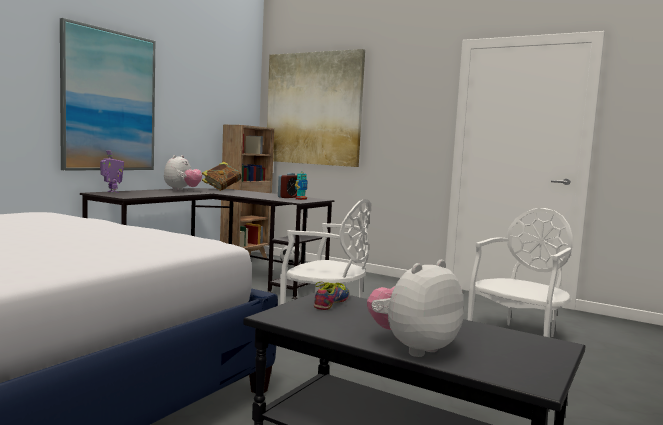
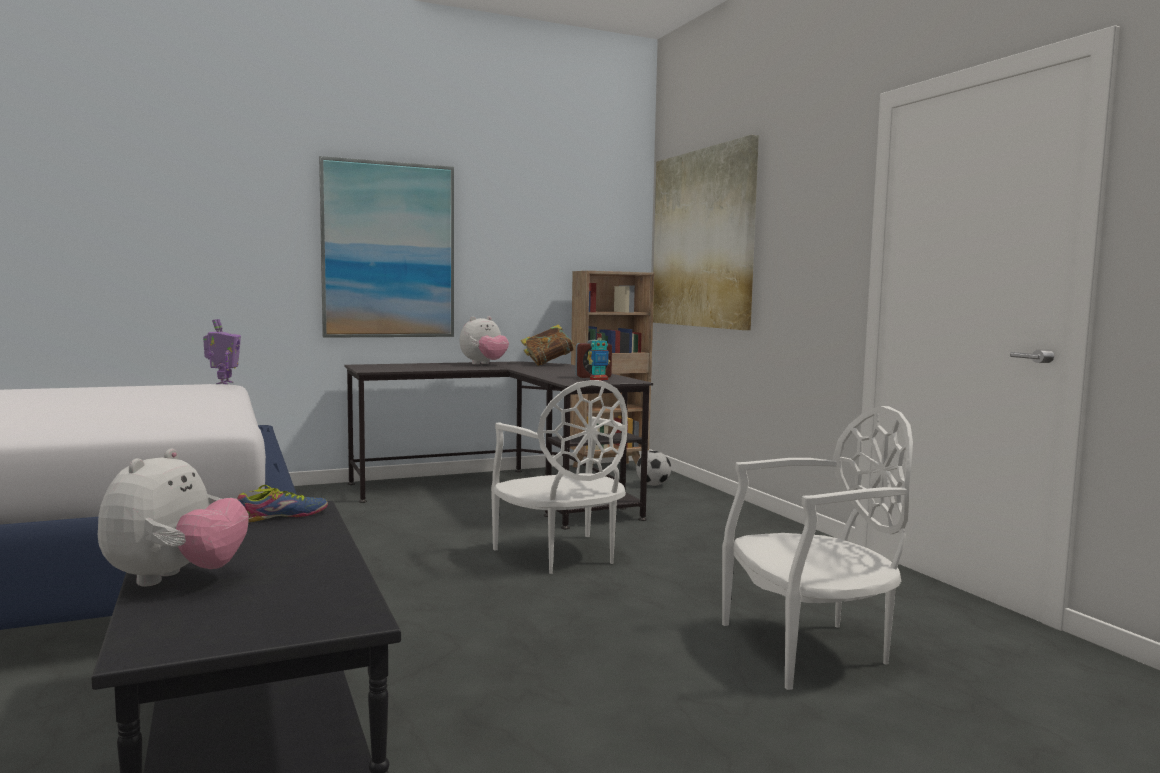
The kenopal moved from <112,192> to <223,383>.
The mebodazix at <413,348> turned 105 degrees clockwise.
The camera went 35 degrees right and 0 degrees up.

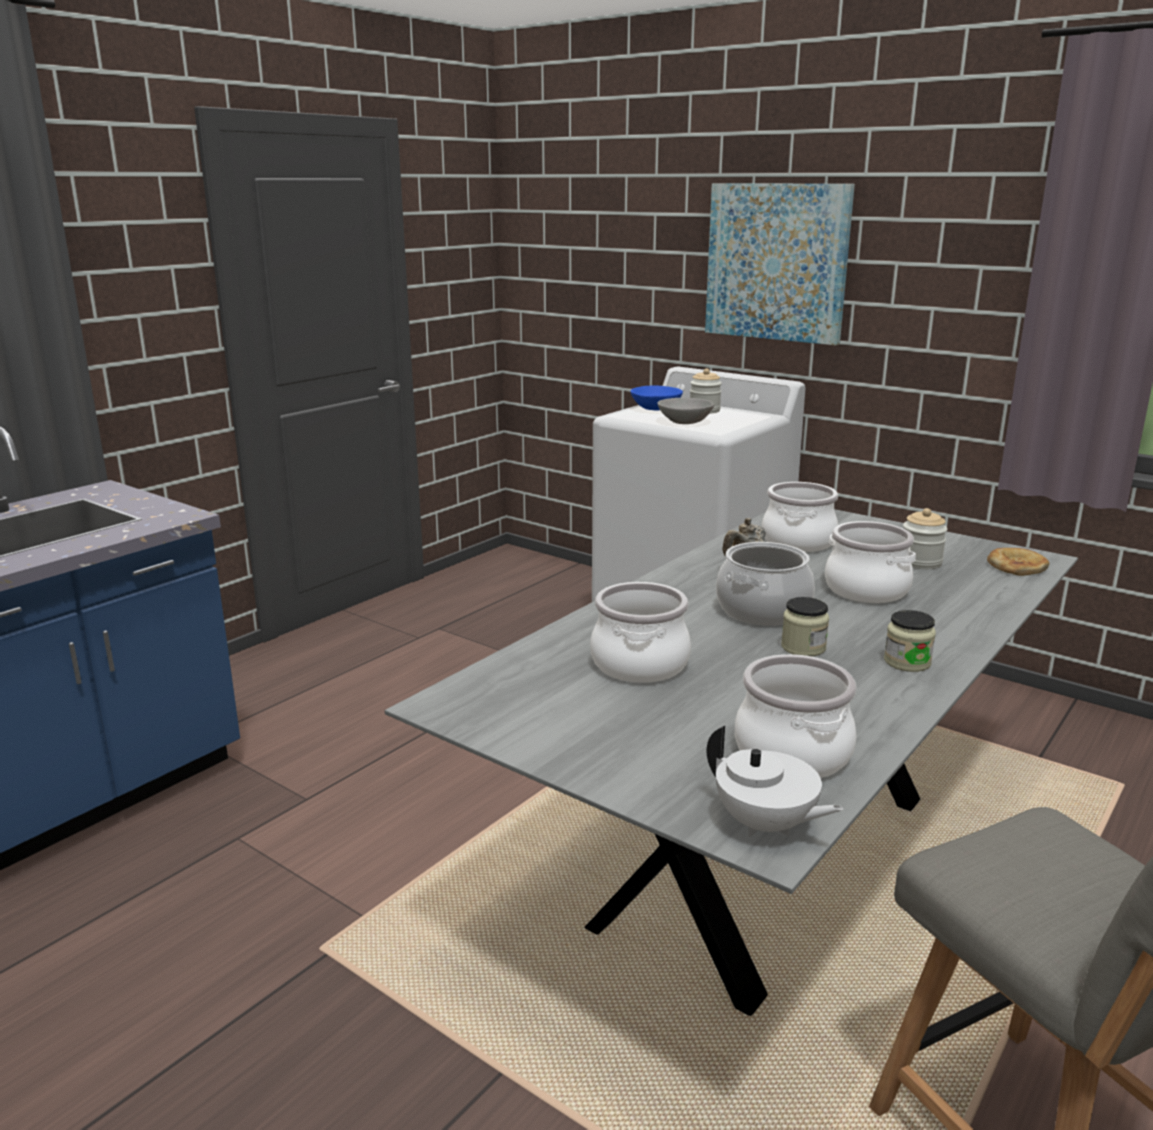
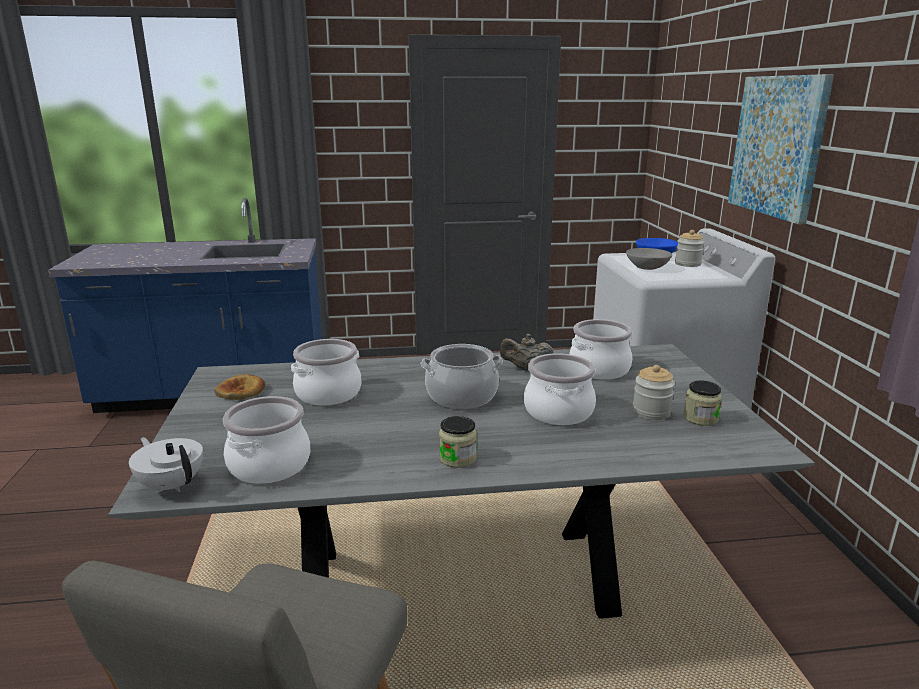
The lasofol moved from <803,647> to <700,418>.
The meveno moved from <1016,566> to <241,391>.
The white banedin at <765,825> turned 135 degrees clockwise.
The camera went 45 degrees right and 0 degrees up.

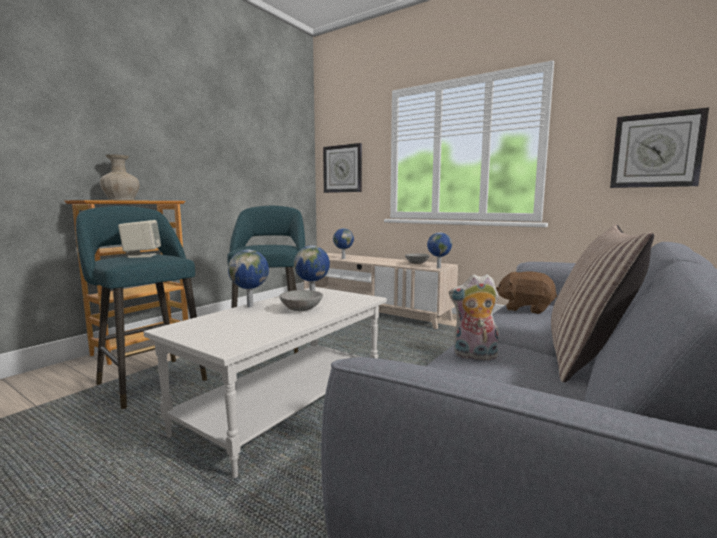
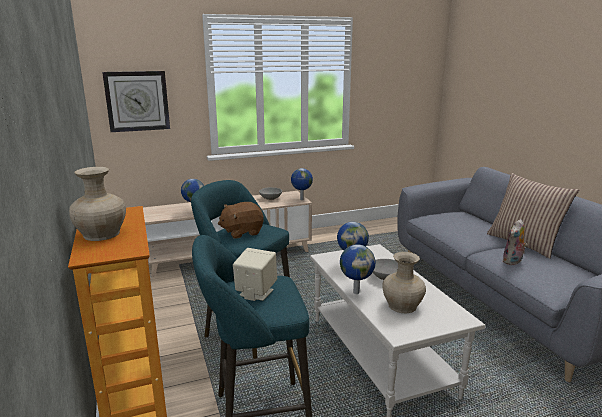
The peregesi at <656,150> disappeared.
The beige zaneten at <402,305> appeared.
The brown mebodazix moved from <525,308> to <242,232>.
The camera went 55 degrees left and 10 degrees up.

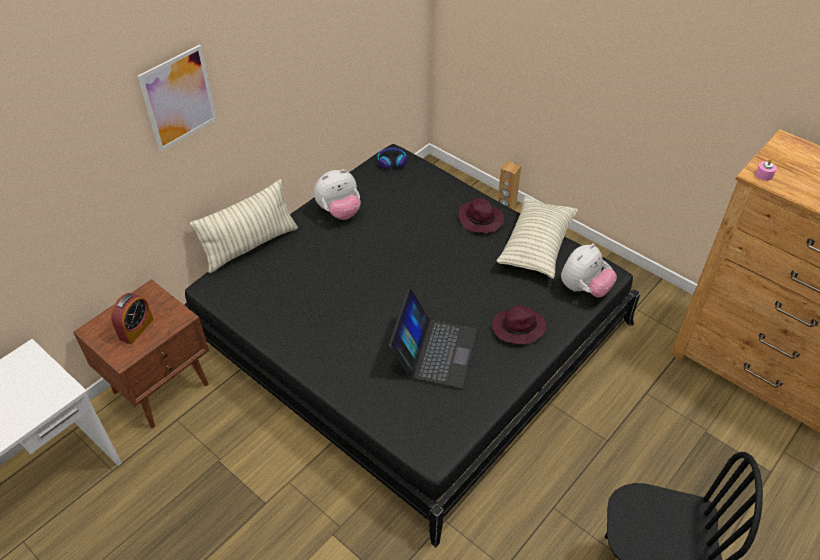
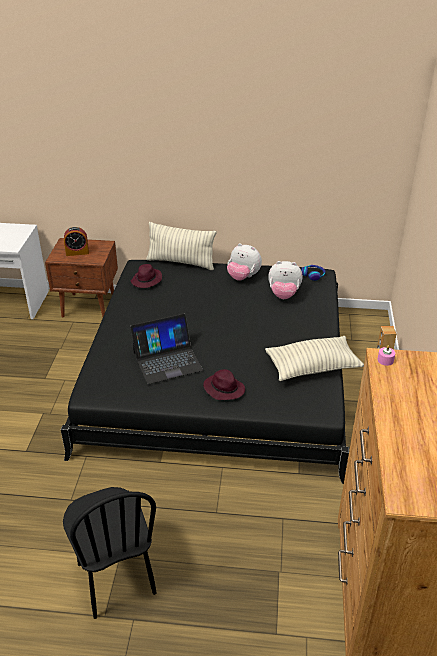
The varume at <179,98> disappeared.
The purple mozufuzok moved from <481,220> to <146,280>.
The mebodazix moved from <584,289> to <283,295>.
The camera went 55 degrees right and 10 degrees down.

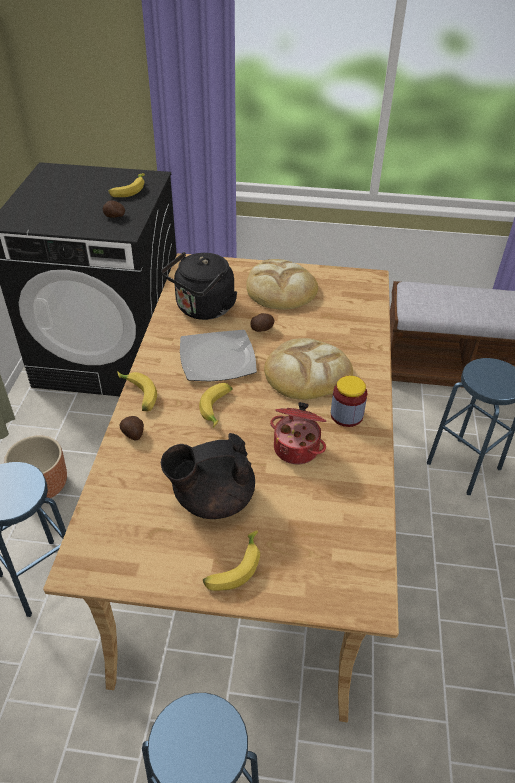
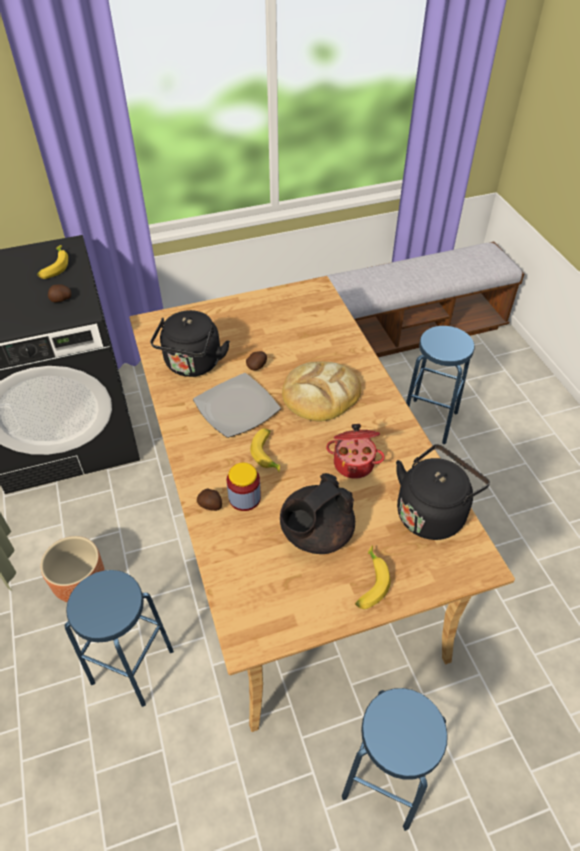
The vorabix at <137,395> disappeared.
The meveno at <280,289> disappeared.
The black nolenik at <432,512> appeared.
The lasofol moved from <346,415> to <244,498>.
The camera went 25 degrees left and 5 degrees up.

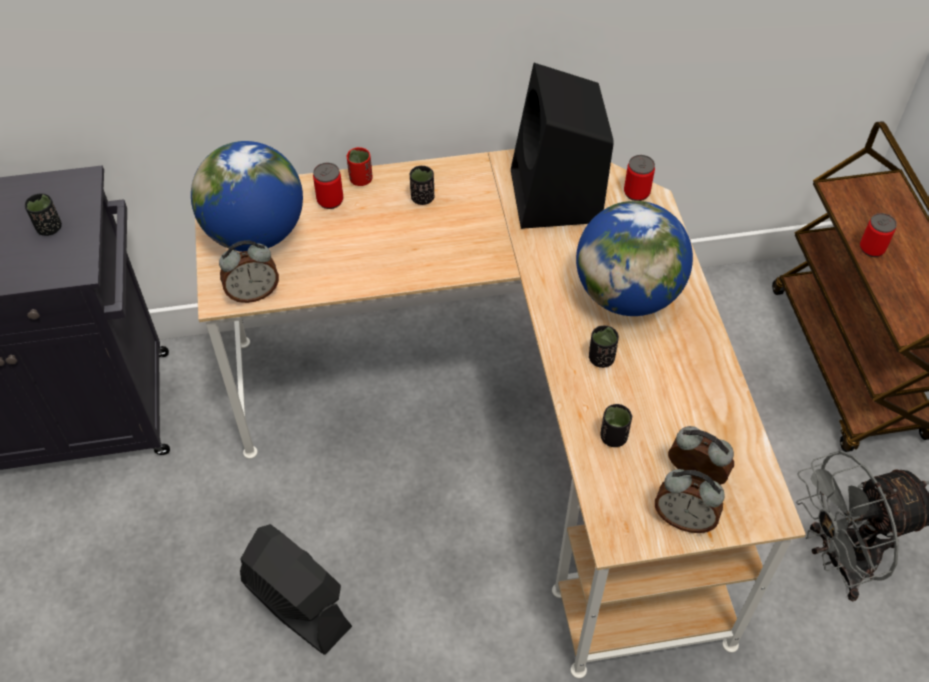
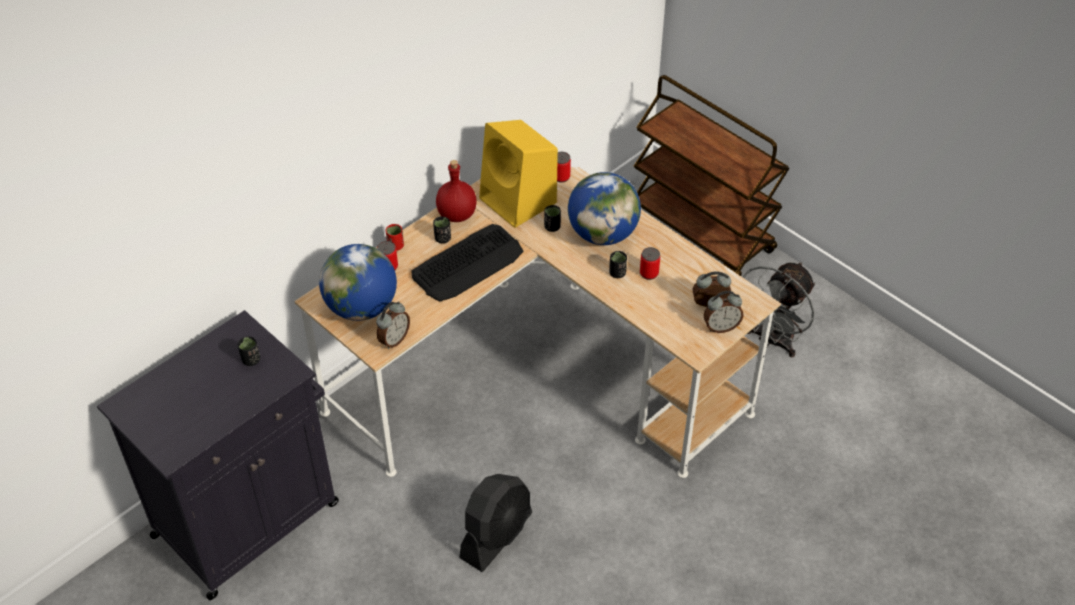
The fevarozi at <468,263> appeared.
The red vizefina at <457,214> appeared.
The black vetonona moved from <613,437> to <552,227>.
The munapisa moved from <872,248> to <649,273>.
The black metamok at <556,198> became the yellow metamok at <519,201>.
The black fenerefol at <296,604> turned 120 degrees clockwise.
The camera went 35 degrees left and 5 degrees down.

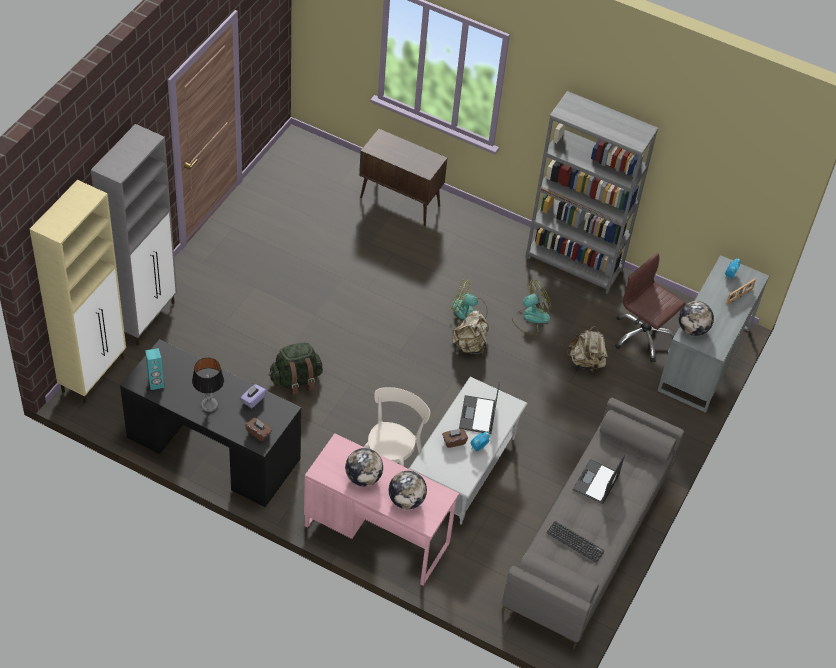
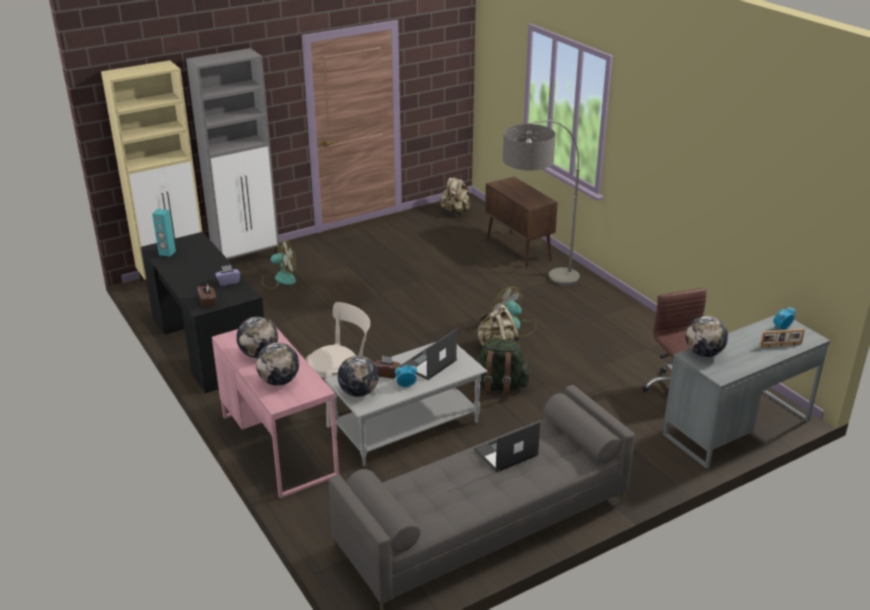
The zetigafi at <209,405> disappeared.
The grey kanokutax at <574,264> disappeared.
The fevarozi at <575,542> disappeared.
The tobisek at <358,392> appeared.
The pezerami at <535,289> appeared.
The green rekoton moved from <296,380> to <499,386>.
The fenerefol moved from <530,318> to <279,279>.
The beige rekoton moved from <586,362> to <455,212>.
The camera went 35 degrees right and 20 degrees down.

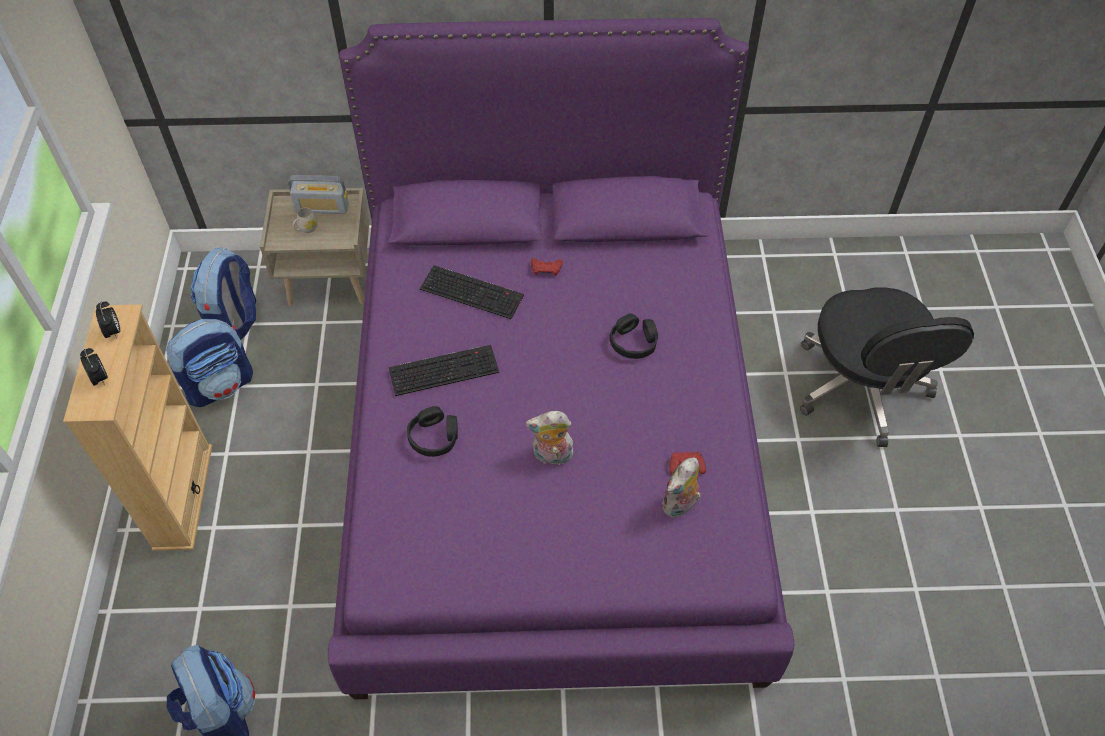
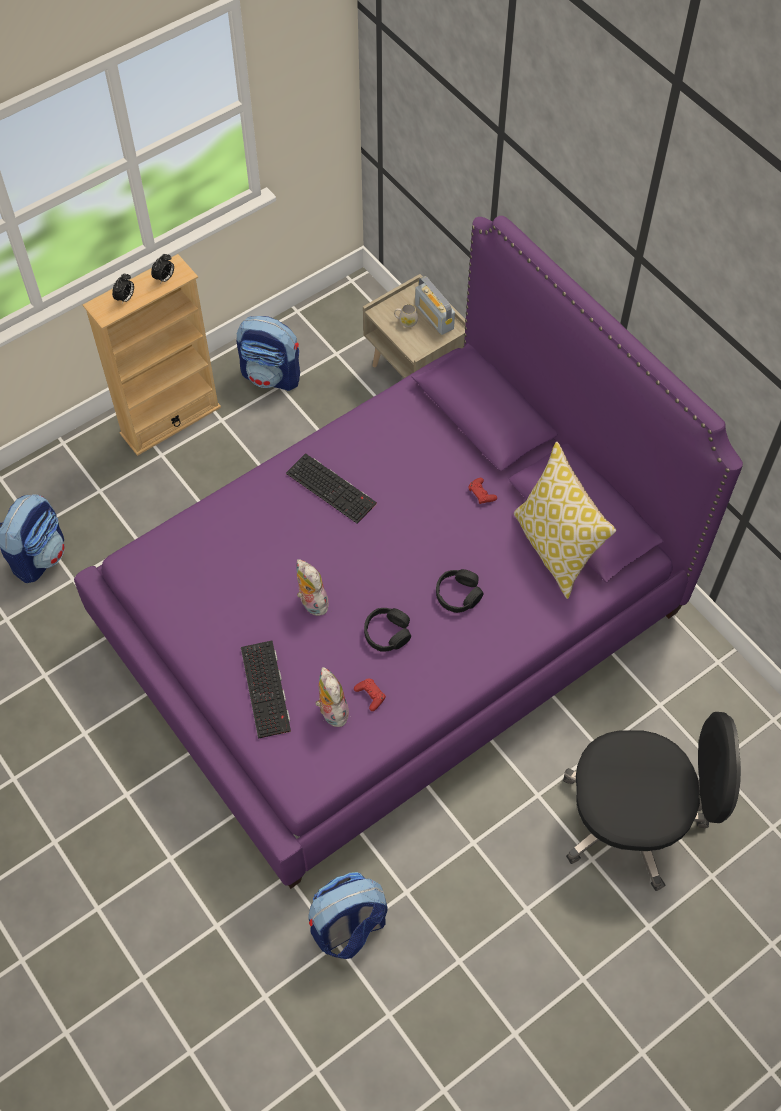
The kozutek at <556,549> appeared.
The rekoton moved from <235,322> to <348,928>.
The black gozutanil moved from <434,437> to <387,633>.
The fevarozi moved from <473,292> to <267,690>.
The mebodazix at <680,506> turned 60 degrees clockwise.
The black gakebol at <861,389> turned 135 degrees counterclockwise.
The camera went 55 degrees right and 5 degrees up.

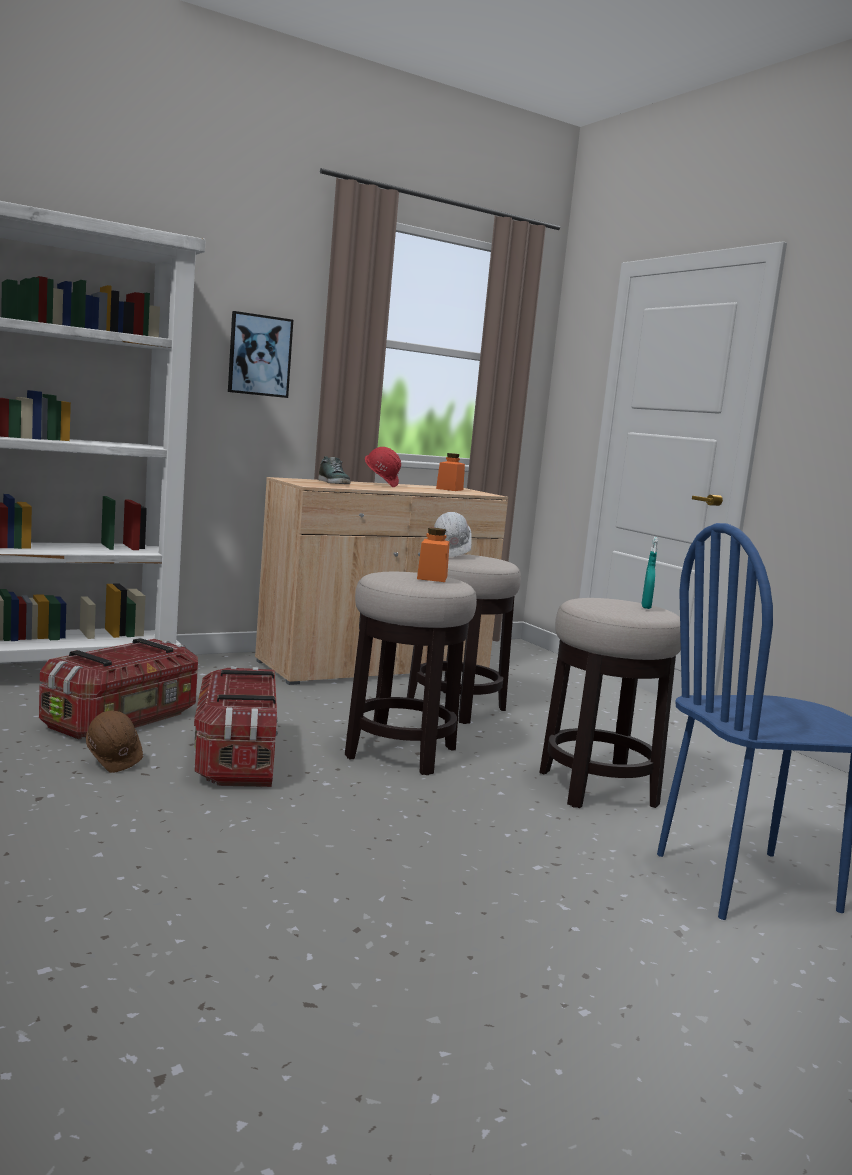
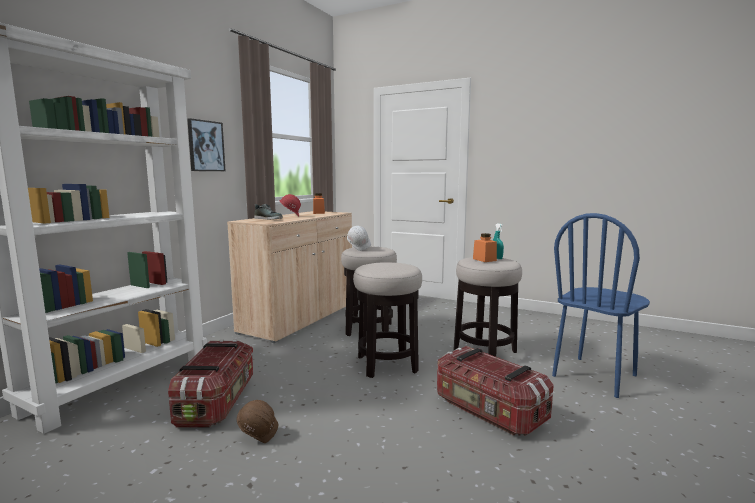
The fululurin moved from <236,758> to <488,411>.
The orange lasofol moved from <432,577> to <484,260>.
The camera went 30 degrees left and 0 degrees up.

